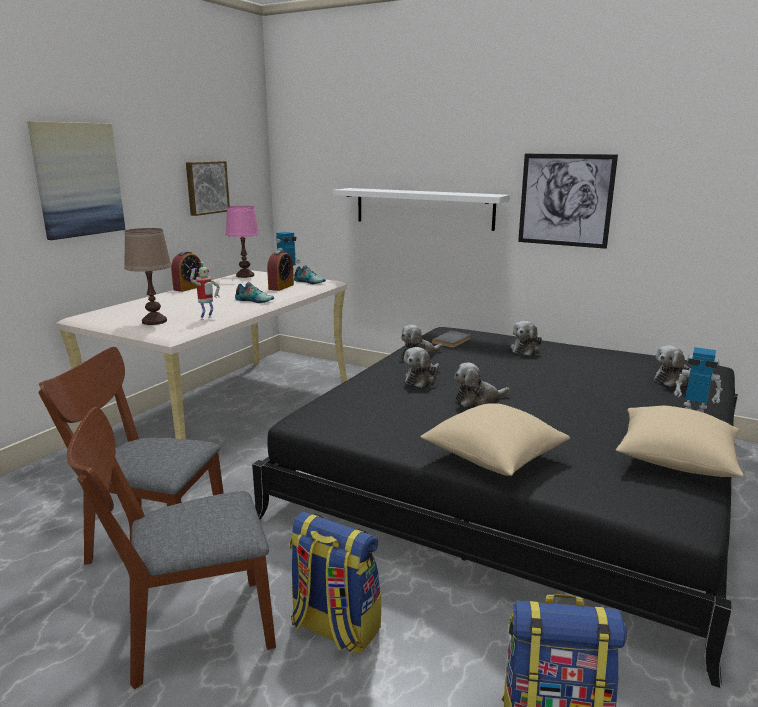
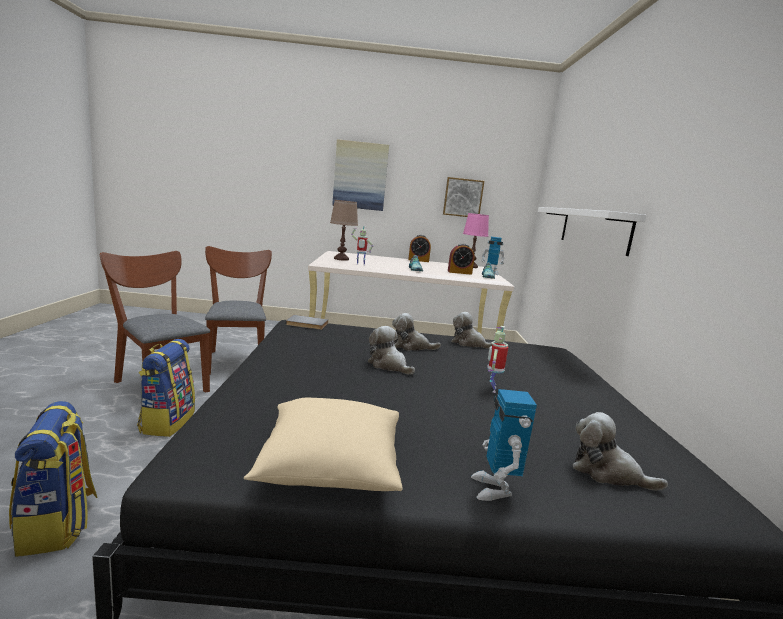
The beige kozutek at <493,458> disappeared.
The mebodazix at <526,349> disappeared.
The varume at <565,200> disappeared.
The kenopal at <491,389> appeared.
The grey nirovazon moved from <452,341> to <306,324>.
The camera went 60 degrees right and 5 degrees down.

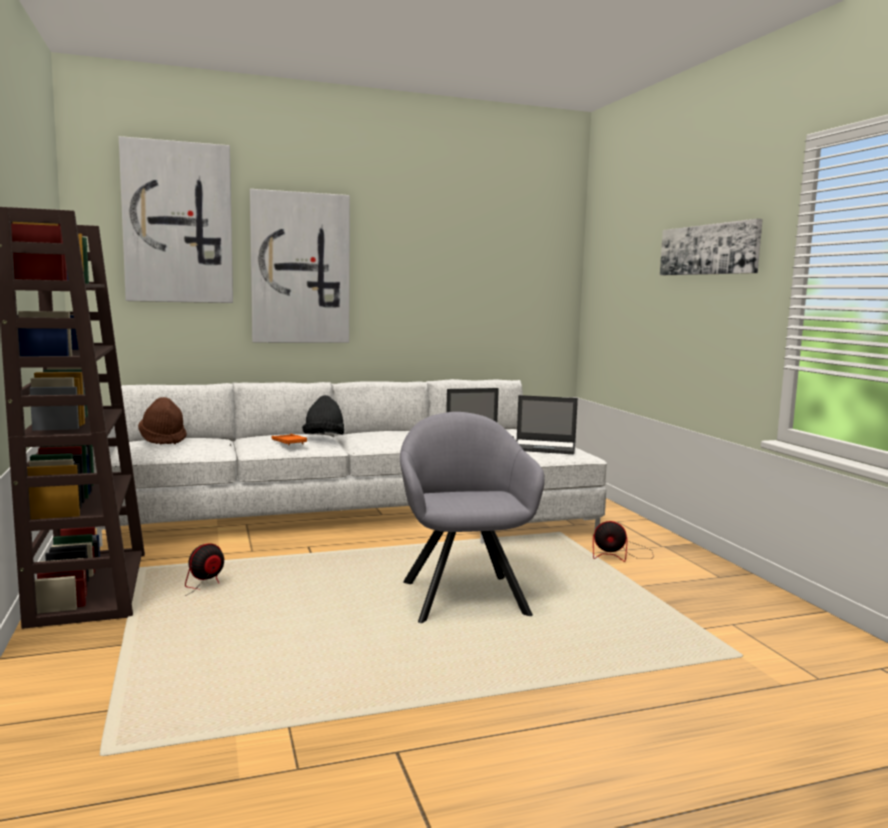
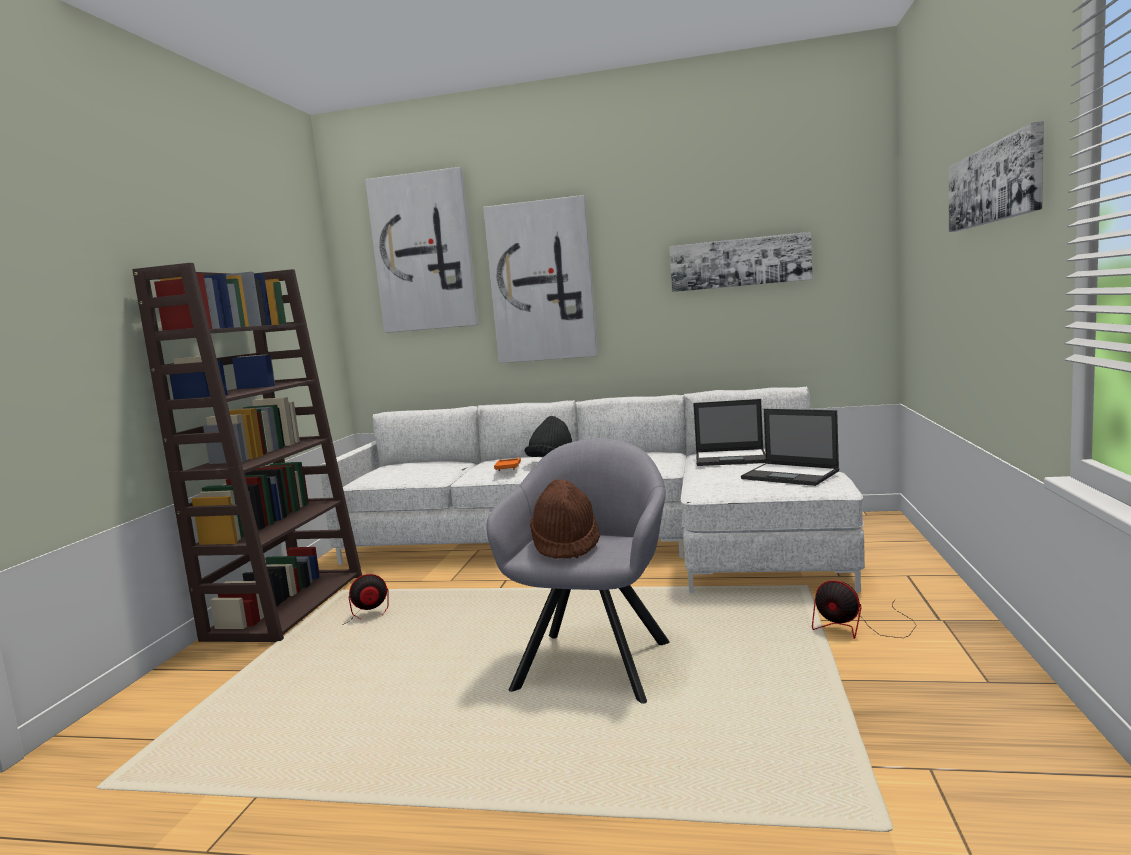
The varume at <739,262> appeared.
The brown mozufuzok moved from <163,440> to <565,545>.
The camera went 30 degrees right and 0 degrees up.

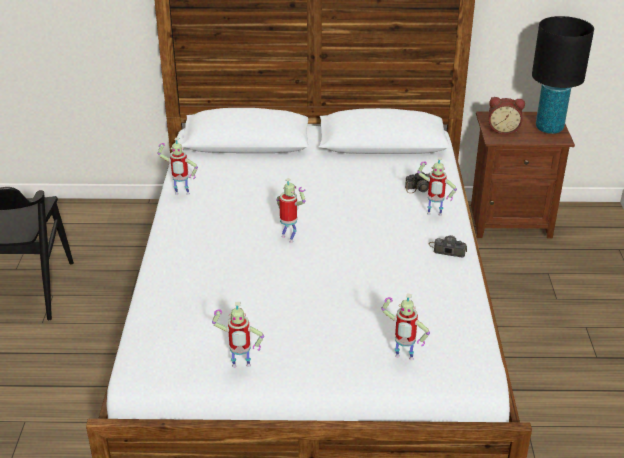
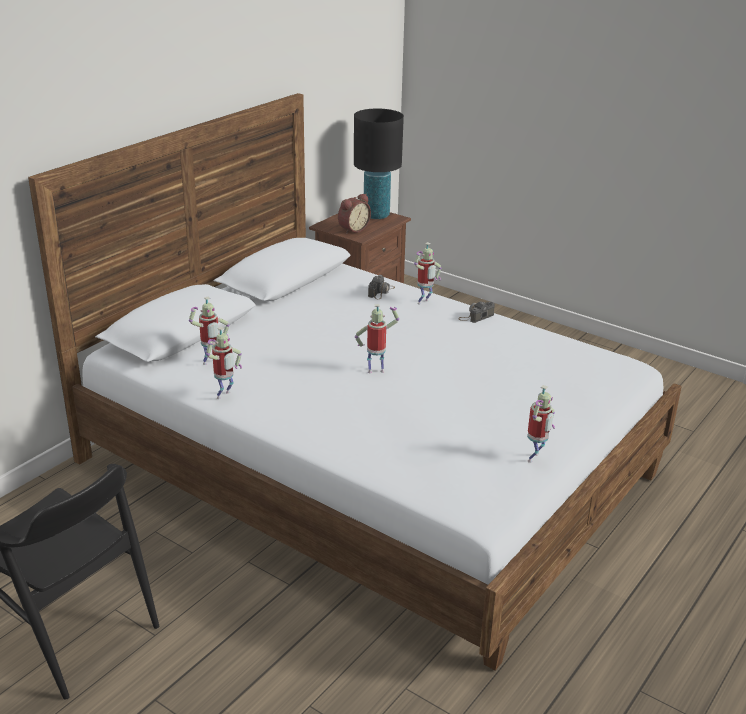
The kenopal moved from <403,359> to <211,363>.
The camera went 55 degrees left and 5 degrees down.

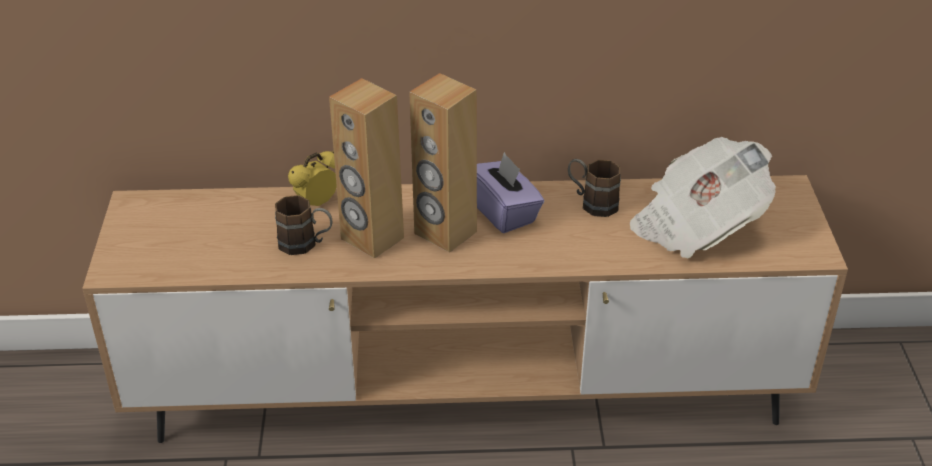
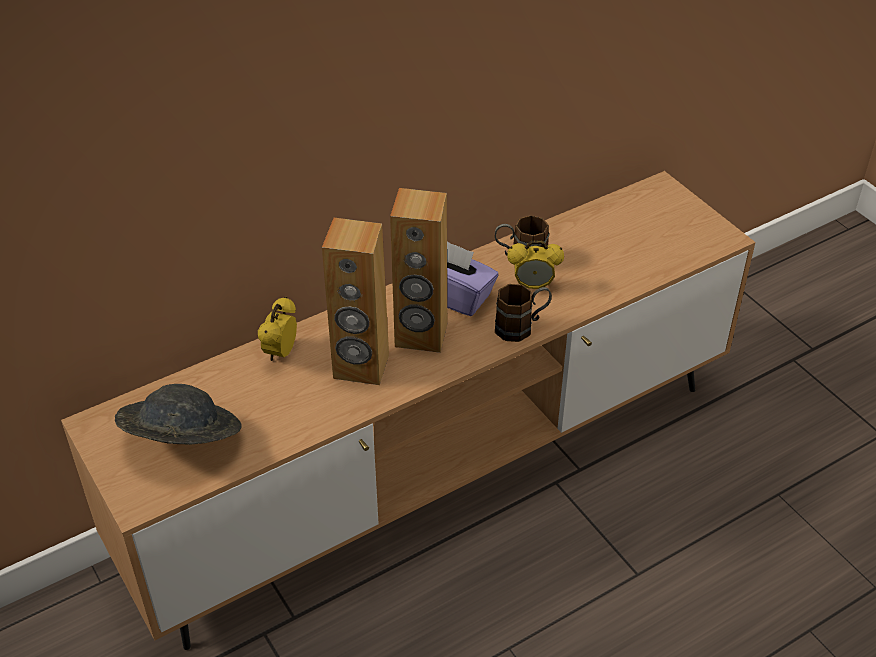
The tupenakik at <696,225> disappeared.
The grey mozufuzok at <181,441> appeared.
The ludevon at <533,286> appeared.
The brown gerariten moved from <306,244> to <521,327>.
The camera went 30 degrees left and 5 degrees up.

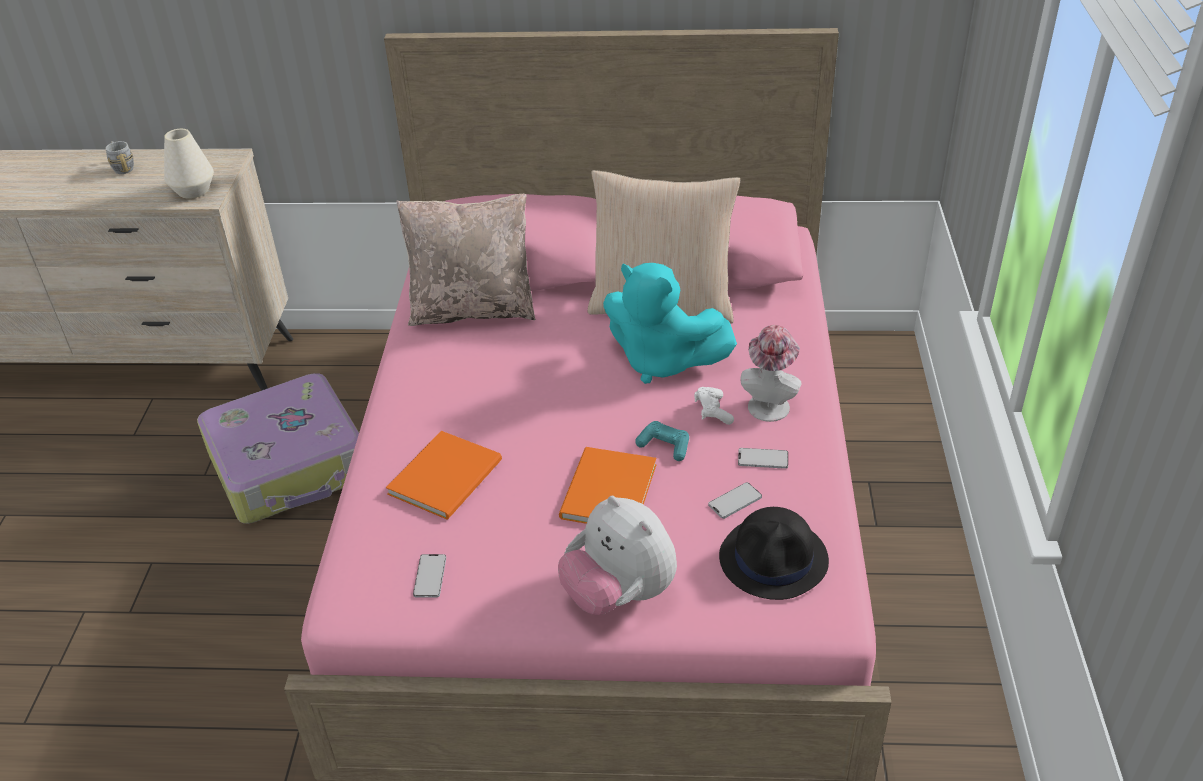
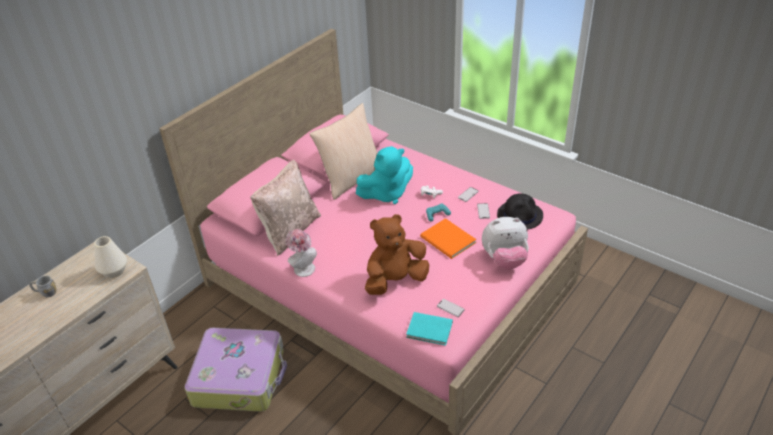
The turquoise nirovazon at <430,330> appeared.
The mozufuzok moved from <769,403> to <302,267>.
The orange nirovazon at <449,476> was replaced by the brown mebodazix at <395,280>.
The camera went 55 degrees left and 0 degrees up.

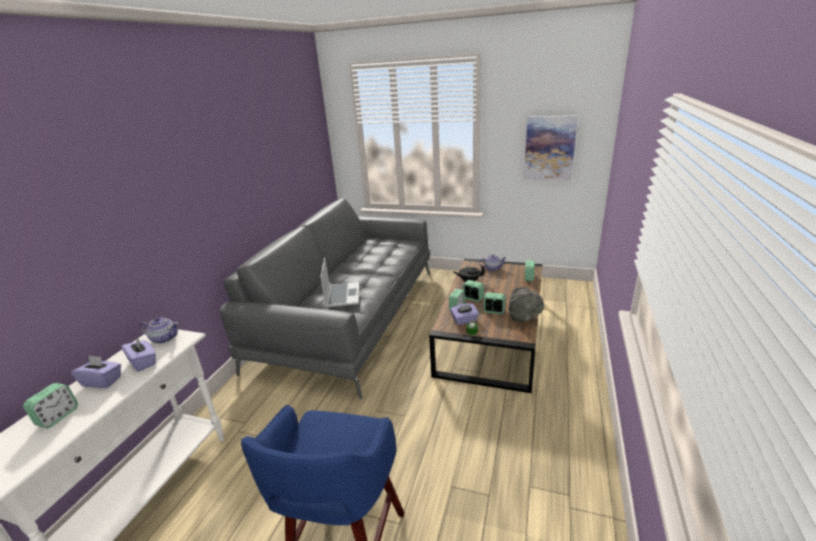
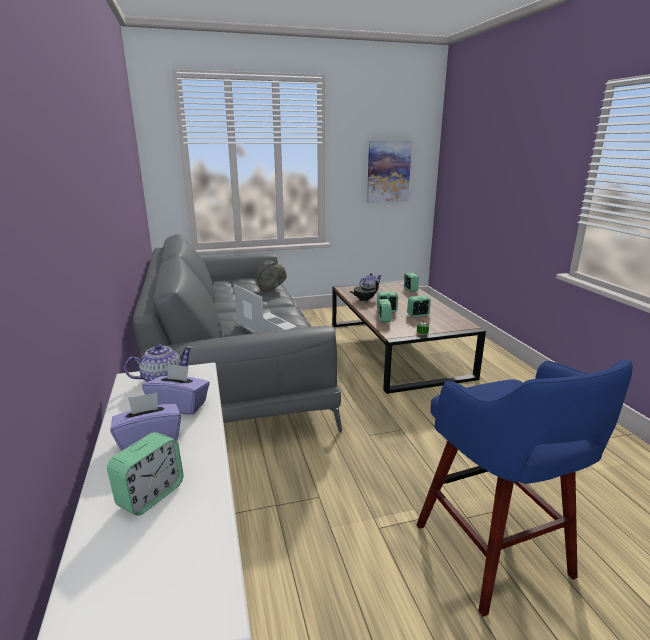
The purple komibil at <464,320> disappeared.
The grey mozufuzok moved from <524,318> to <271,289>.
The ludevon at <58,416> turned 45 degrees clockwise.
The camera went 35 degrees left and 5 degrees down.

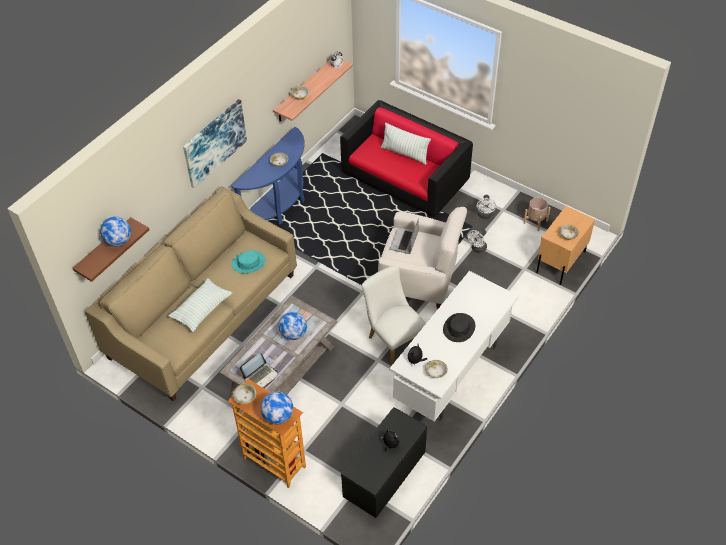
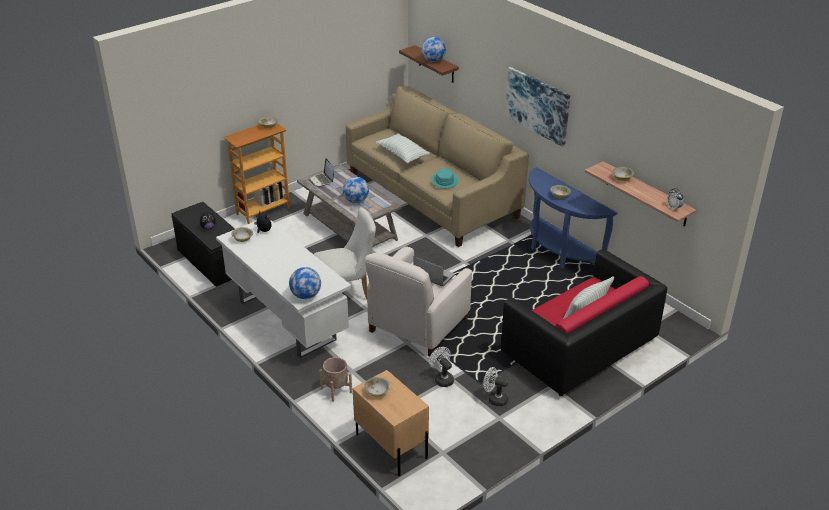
The black mozufuzok at <459,328> disappeared.
The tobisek moved from <278,416> to <306,295>.
The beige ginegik moved from <535,221> to <336,390>.
The camera went 105 degrees right and 15 degrees down.

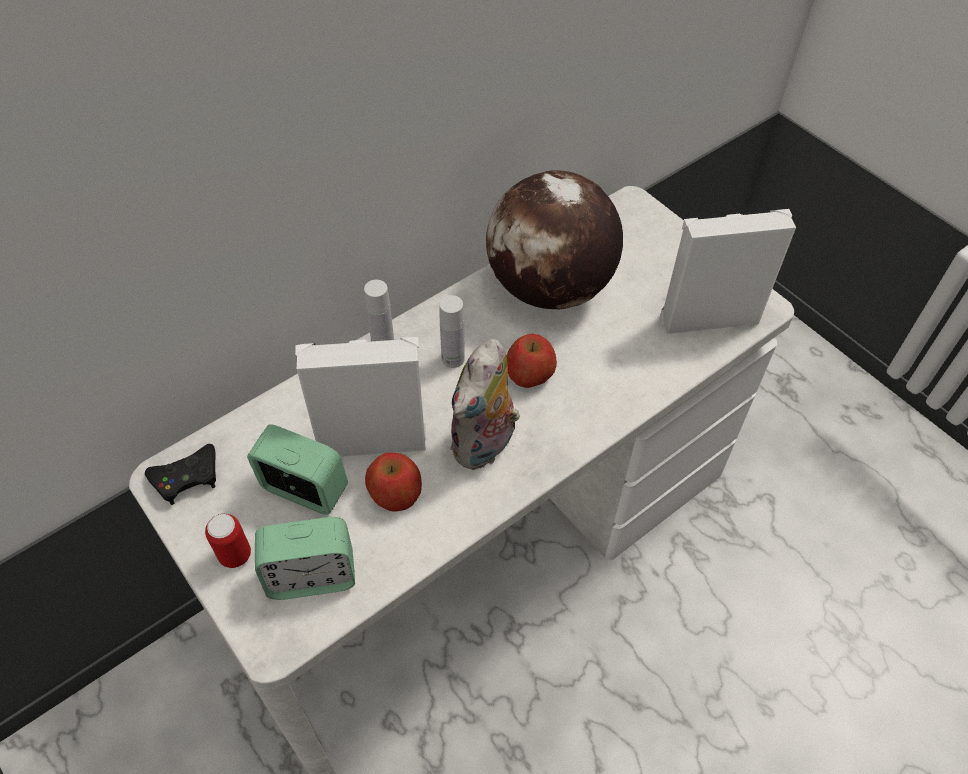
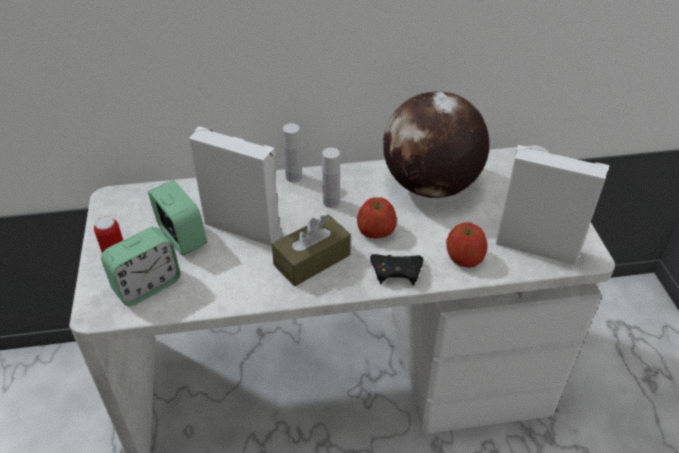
The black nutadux moved from <186,477> to <396,271>.
The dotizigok moved from <395,492> to <464,257>.
The mebodazix at <485,446> was replaced by the brown komibil at <312,260>.
The ludevon at <311,576> turned 60 degrees counterclockwise.
The camera went 30 degrees right and 10 degrees down.

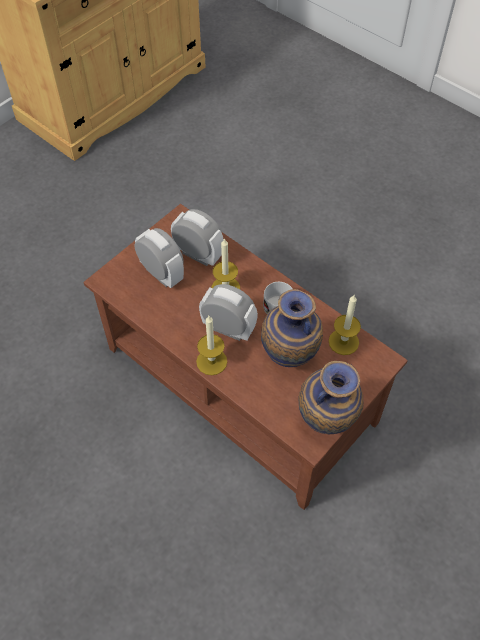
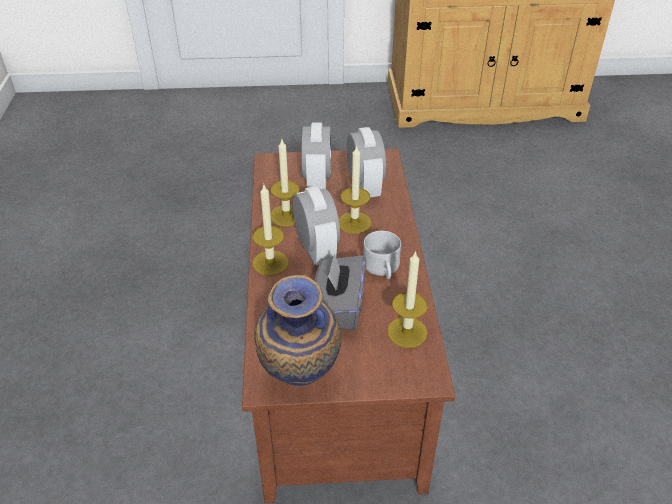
The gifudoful at <286,215> appeared.
The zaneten at <290,358> was replaced by the grey komibil at <338,308>.
The camera went 45 degrees right and 15 degrees down.

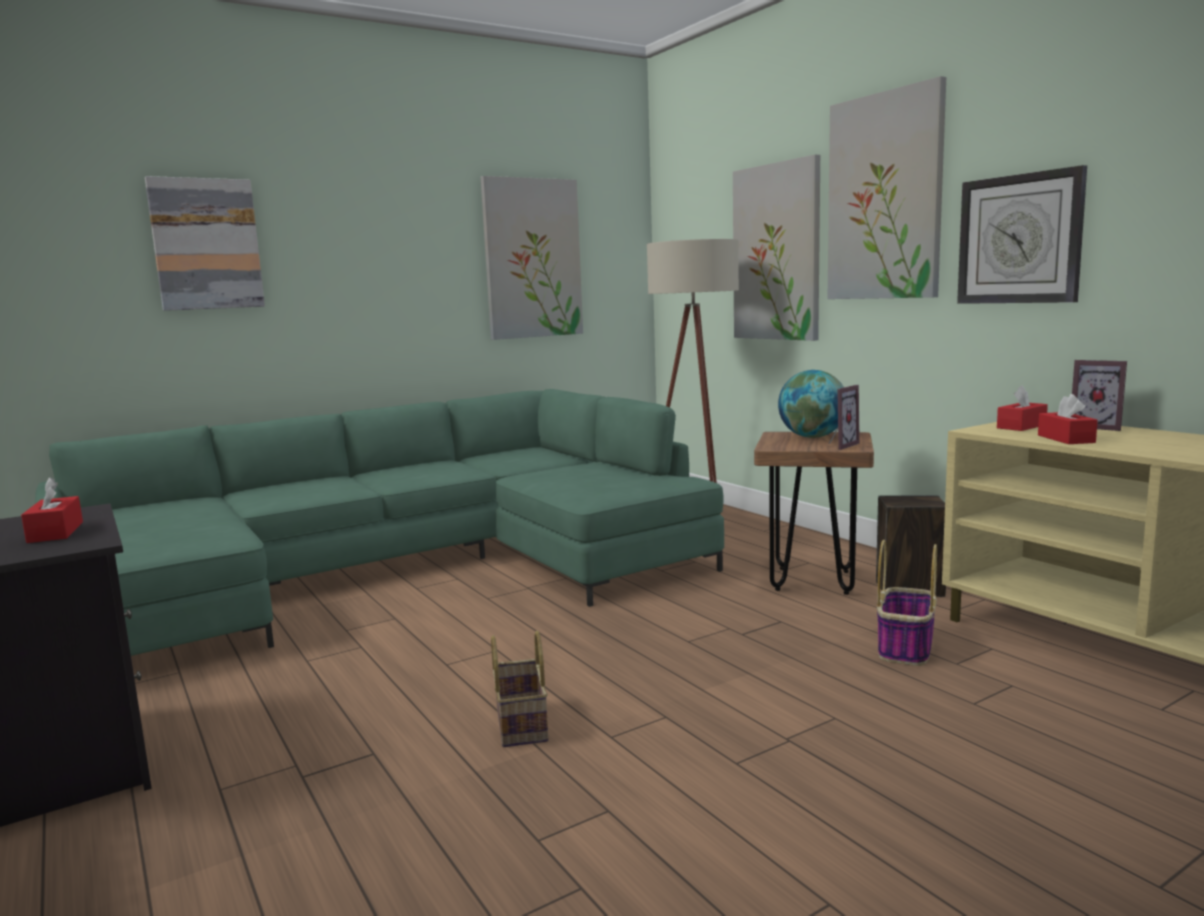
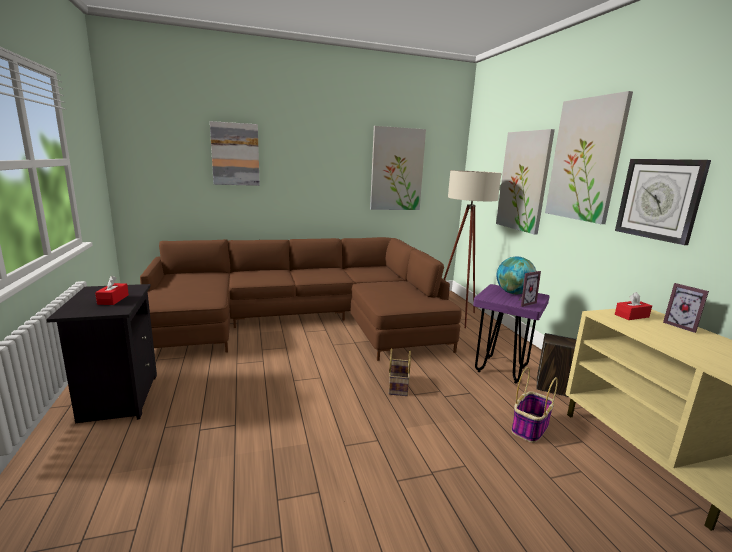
The red komibil at <1066,439> disappeared.
The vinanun moved from <519,723> to <397,385>.
The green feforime at <401,572> became the brown feforime at <303,321>.
The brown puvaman at <813,580> became the purple puvaman at <501,369>.
The camera went 15 degrees right and 5 degrees up.

